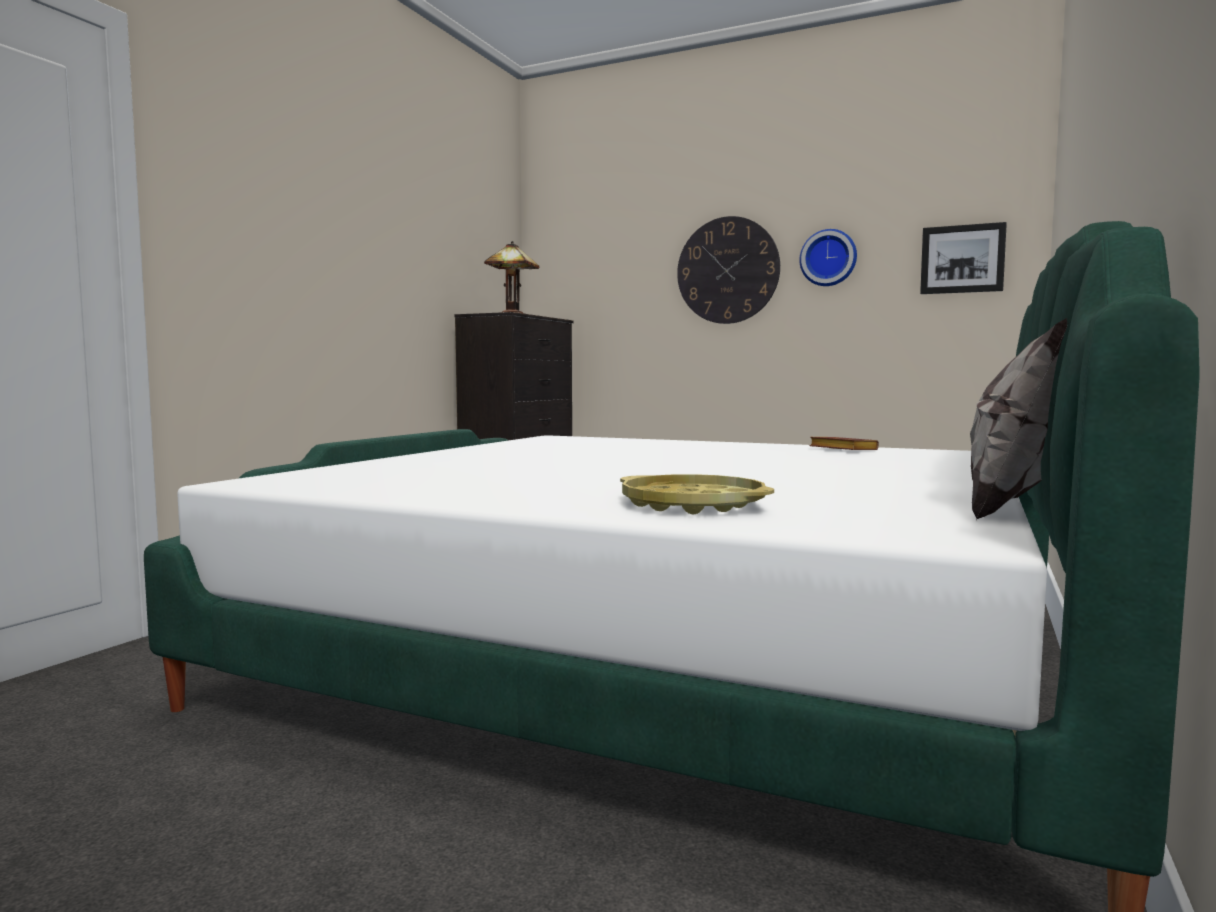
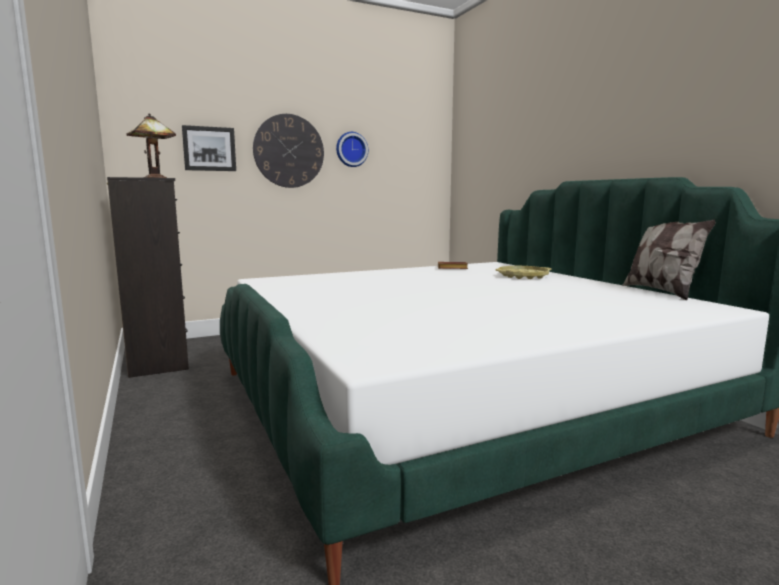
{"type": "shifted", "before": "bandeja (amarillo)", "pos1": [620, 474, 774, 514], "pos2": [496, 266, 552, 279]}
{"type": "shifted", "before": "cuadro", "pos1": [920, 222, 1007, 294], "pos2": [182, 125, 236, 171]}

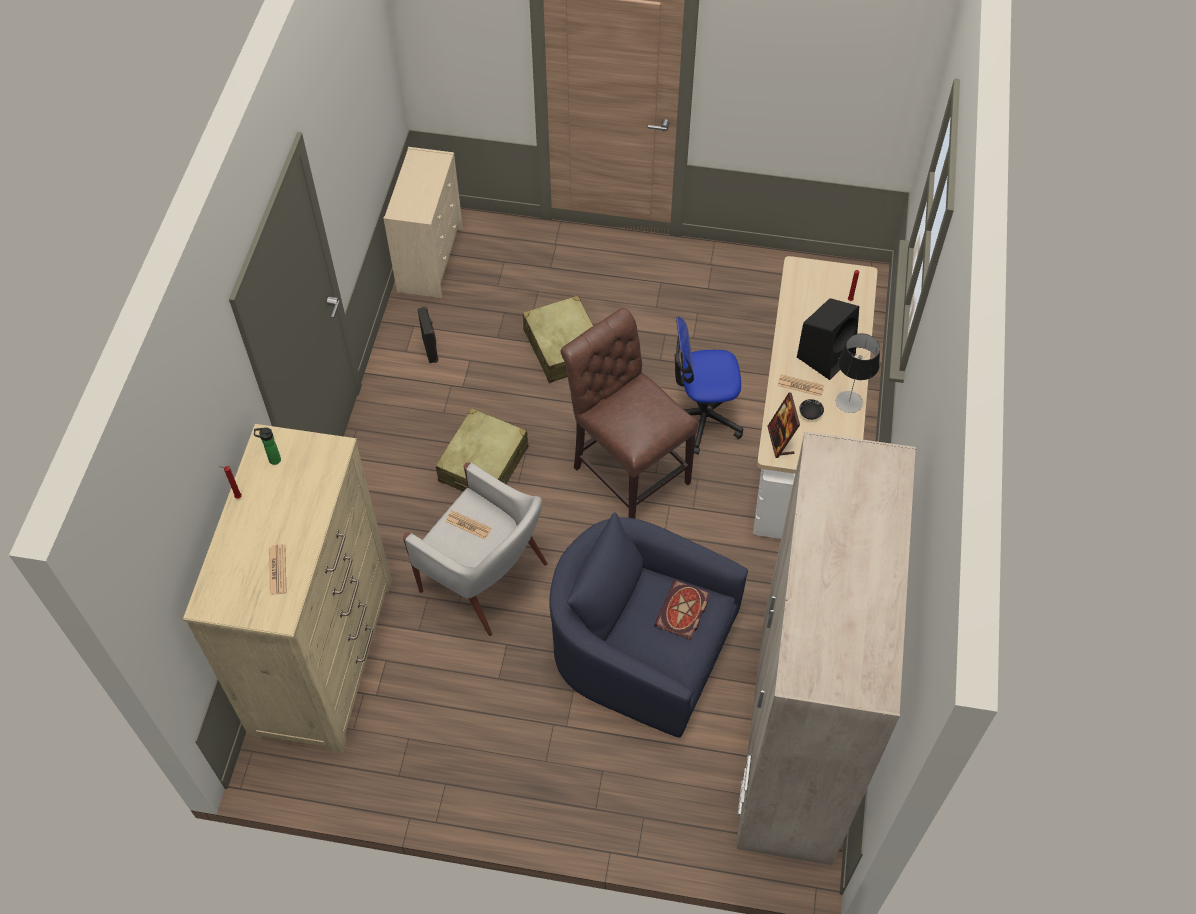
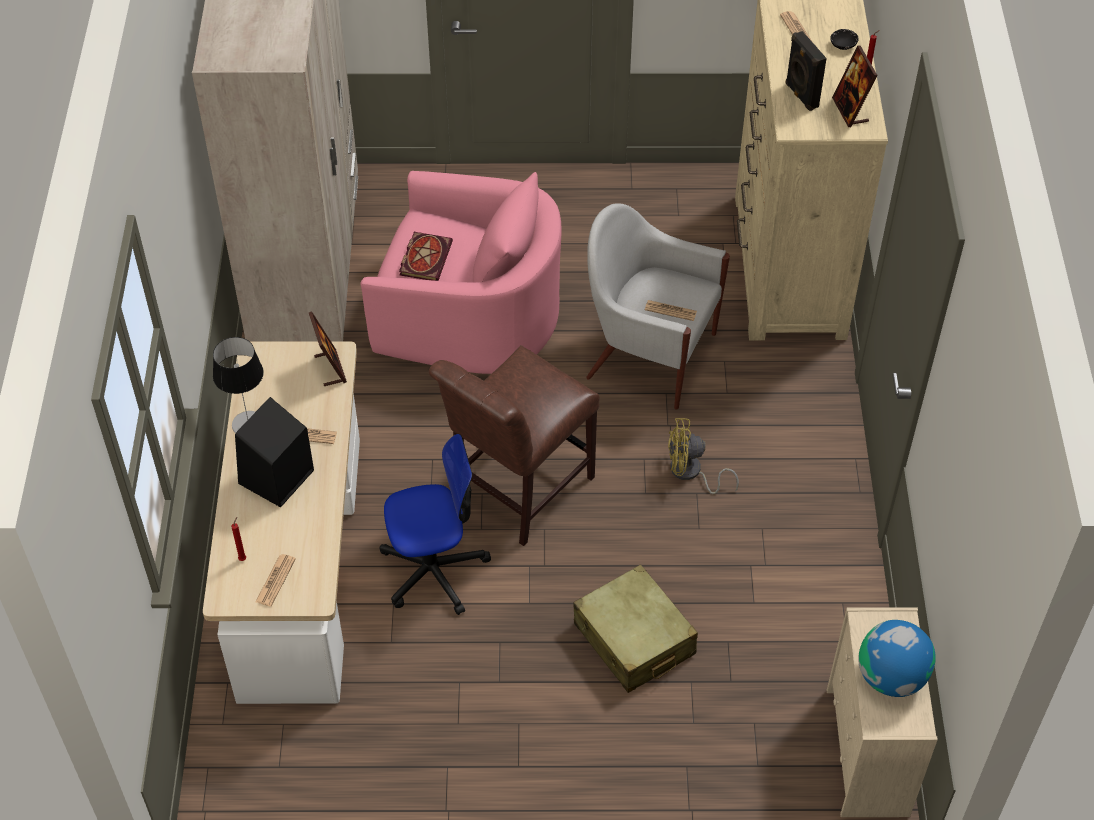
{"type": "new", "after": "periódico", "pos2": [255, 554, 296, 607]}
{"type": "new", "after": "globo terráqueo", "pos2": [858, 620, 936, 697]}
{"type": "shifted", "before": "altavoz (negro)", "pos1": [418, 306, 439, 363], "pos2": [785, 31, 827, 111]}
{"type": "shifted", "before": "cuenco (negro)", "pos1": [799, 399, 824, 420], "pos2": [830, 29, 858, 50]}
{"type": "swapped", "before": "botella", "after": "portarretratos", "pos1": [254, 427, 281, 465], "pos2": [832, 46, 877, 127]}
{"type": "swapped", "before": "maleta (beis)", "after": "ventilador (amarillo)", "pos1": [436, 408, 528, 491], "pos2": [668, 418, 739, 494]}
{"type": "repainted", "before": "sillón (azul)", "after": "sillón (rosa)", "pos1": [550, 512, 748, 738], "pos2": [360, 171, 562, 374]}
{"type": "rotated", "before": "silla (marrón)", "pos1": [561, 308, 699, 519], "pos2": [429, 345, 600, 546], "turn": 90}

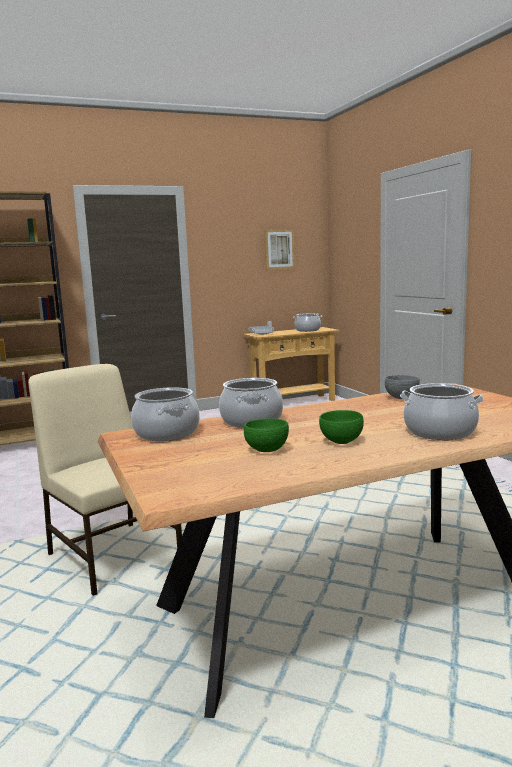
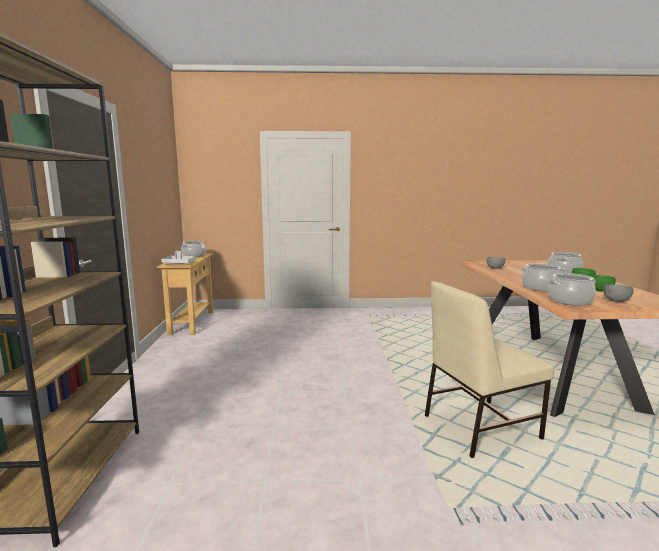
{"type": "gone", "before": "cuadro", "pos1": [264, 229, 295, 270]}
{"type": "new", "after": "cuenco (gris)", "pos2": [604, 284, 634, 302]}

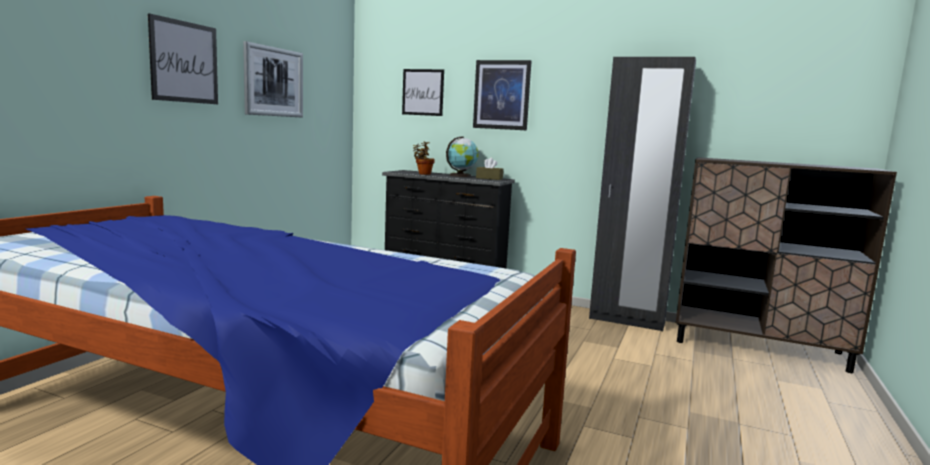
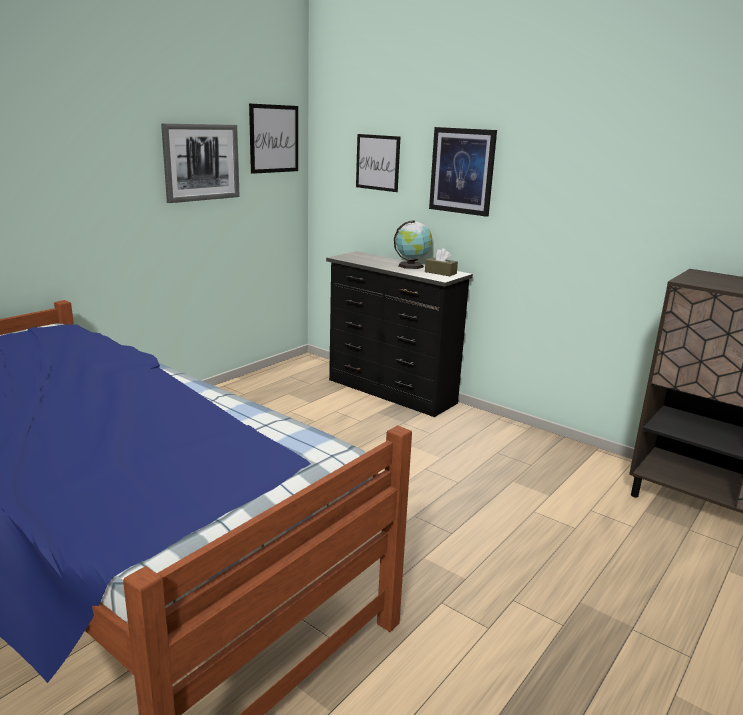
{"type": "gone", "before": "planta en maceta", "pos1": [413, 142, 435, 175]}
{"type": "gone", "before": "armario ropero (negro)", "pos1": [589, 57, 696, 331]}
{"type": "shifted", "before": "cuadro", "pos1": [148, 13, 218, 104], "pos2": [249, 104, 298, 174]}

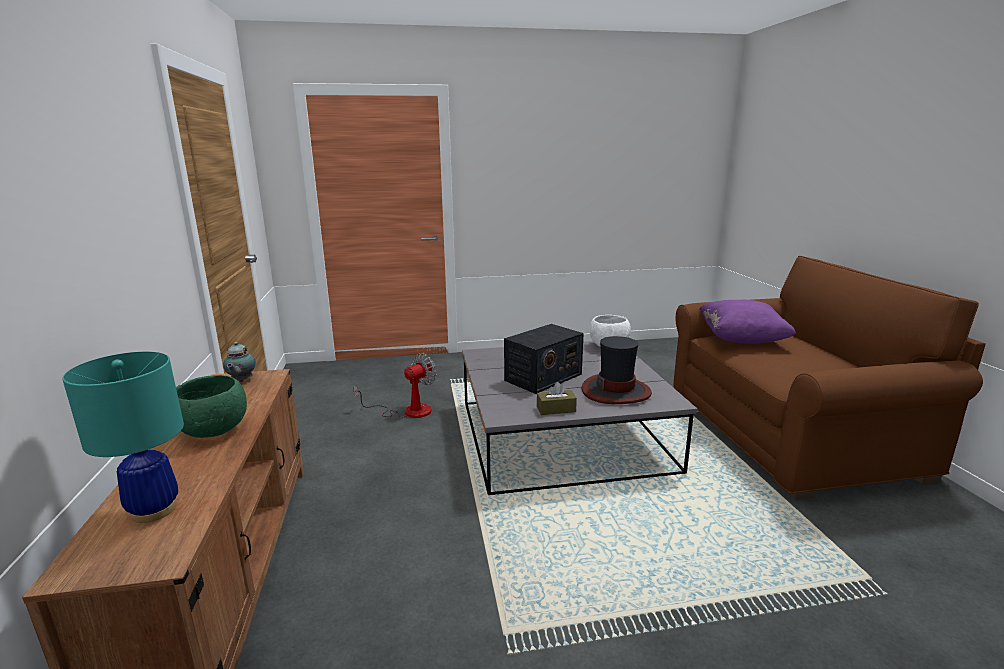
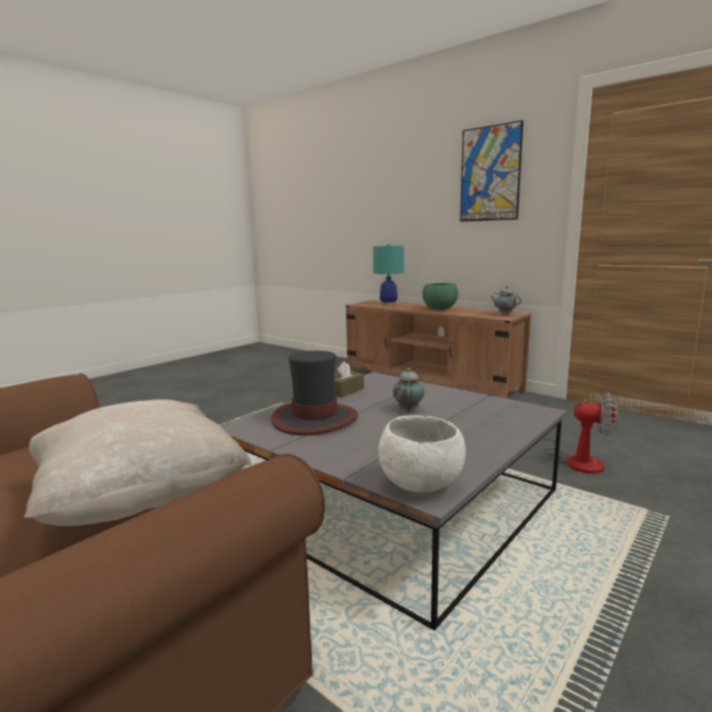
{"type": "new", "after": "cuadro", "pos2": [460, 120, 524, 222]}
{"type": "swapped", "before": "radio", "after": "tetera", "pos1": [504, 324, 584, 394], "pos2": [393, 368, 424, 411]}
{"type": "repainted", "before": "cojín (morado)", "after": "cojín (beis)", "pos1": [699, 300, 796, 344], "pos2": [24, 399, 252, 526]}
{"type": "rotated", "before": "ventilador", "pos1": [353, 353, 437, 418], "pos2": [543, 392, 617, 474], "turn": -75}

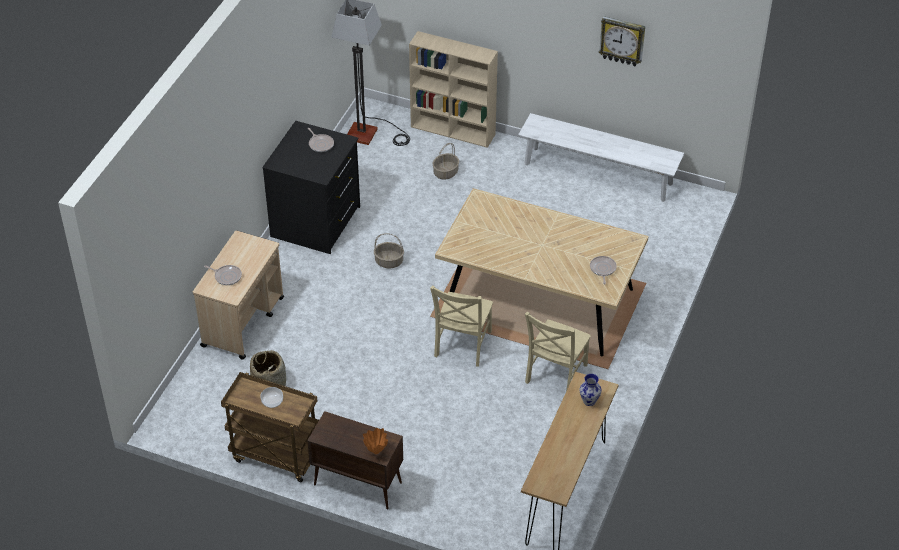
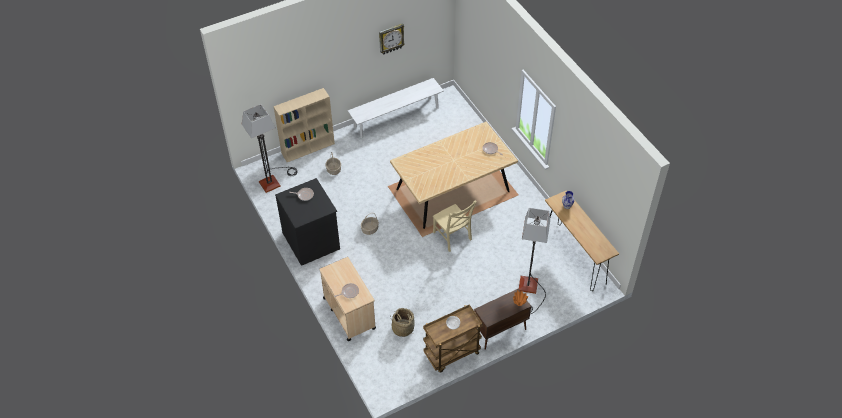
{"type": "gone", "before": "silla (beis)", "pos1": [525, 312, 591, 391]}
{"type": "new", "after": "lámpara de pie", "pos2": [519, 208, 550, 314]}

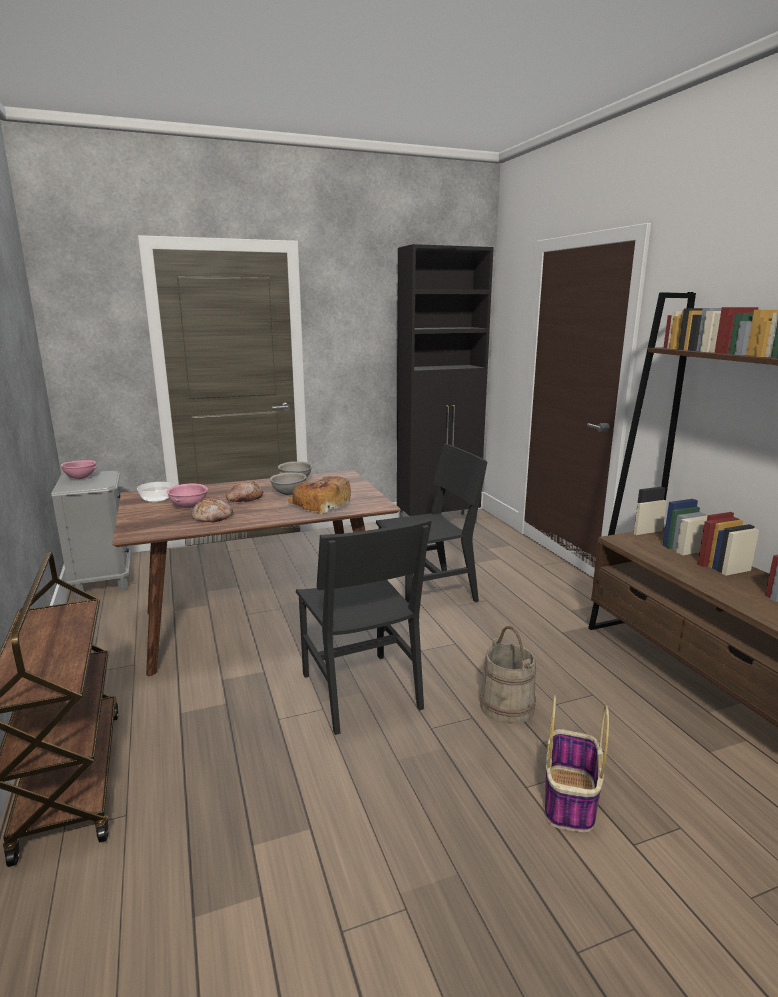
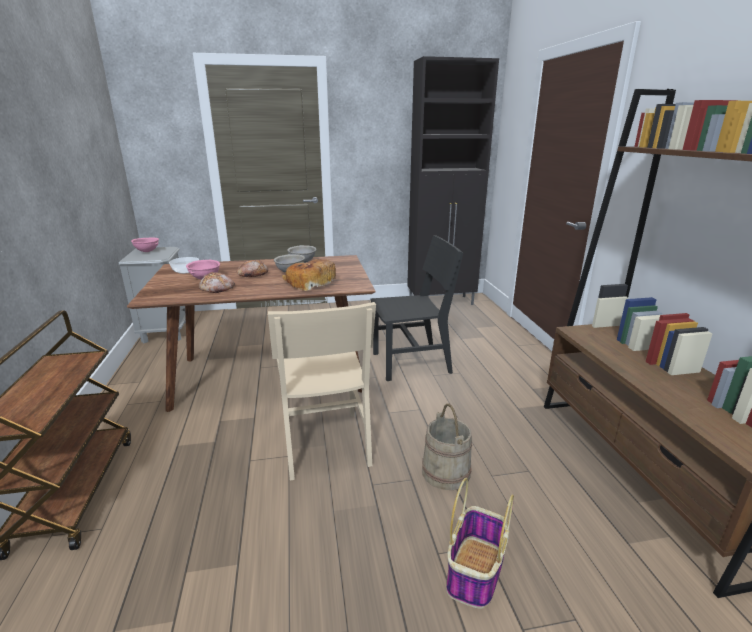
{"type": "repainted", "before": "silla (negro)", "after": "silla (beis)", "pos1": [296, 518, 432, 735], "pos2": [268, 302, 376, 480]}

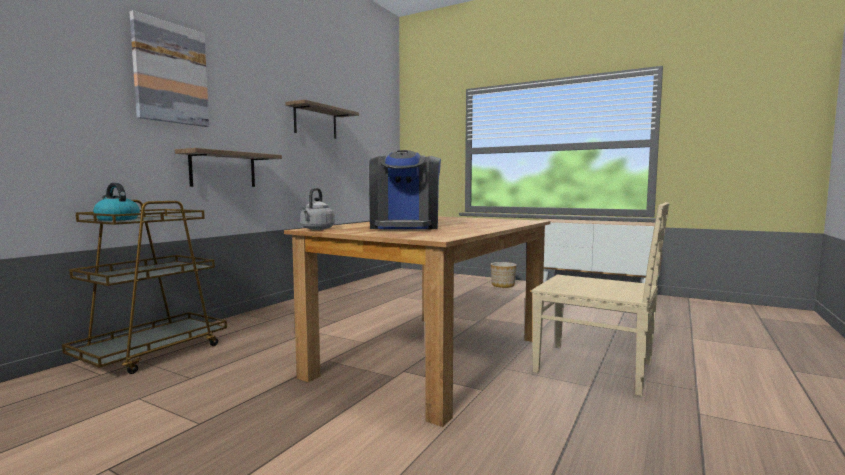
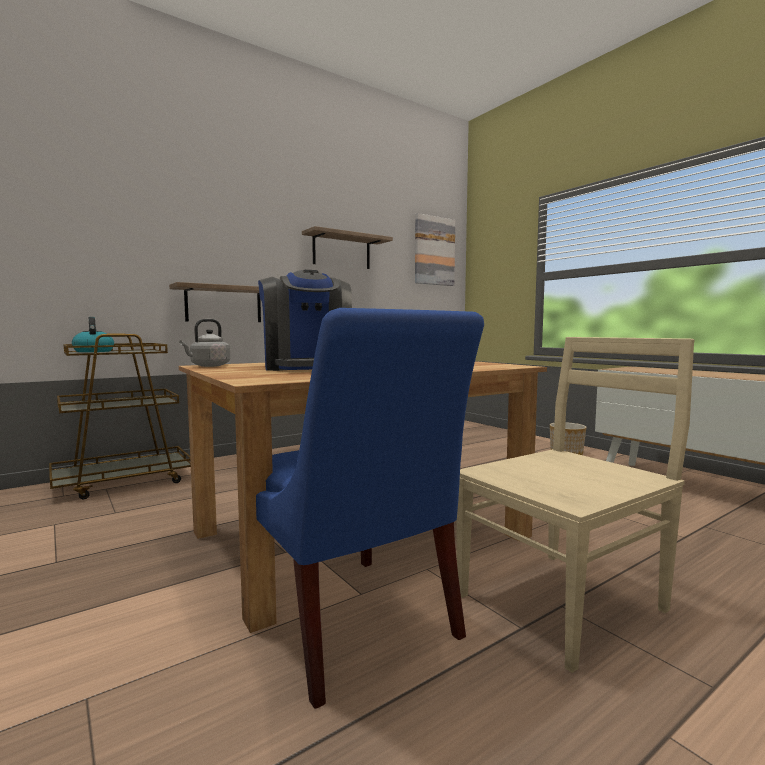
{"type": "new", "after": "silla (azul)", "pos2": [256, 308, 484, 709]}
{"type": "shifted", "before": "cuadro", "pos1": [129, 10, 209, 127], "pos2": [415, 213, 455, 286]}
{"type": "rotated", "before": "cafetera", "pos1": [369, 150, 441, 229], "pos2": [258, 270, 352, 371], "turn": -45}
{"type": "rotated", "before": "silla (beis)", "pos1": [532, 202, 670, 396], "pos2": [456, 337, 694, 673], "turn": -90}

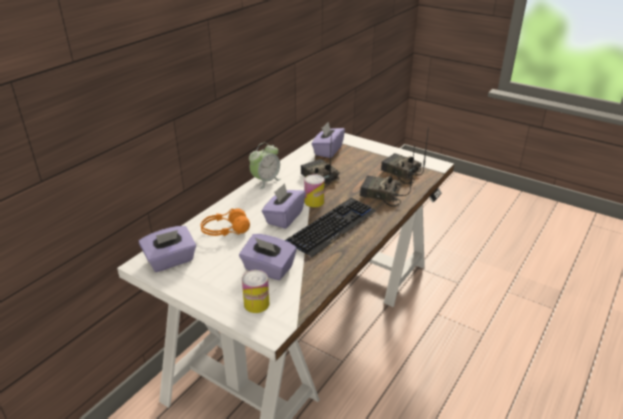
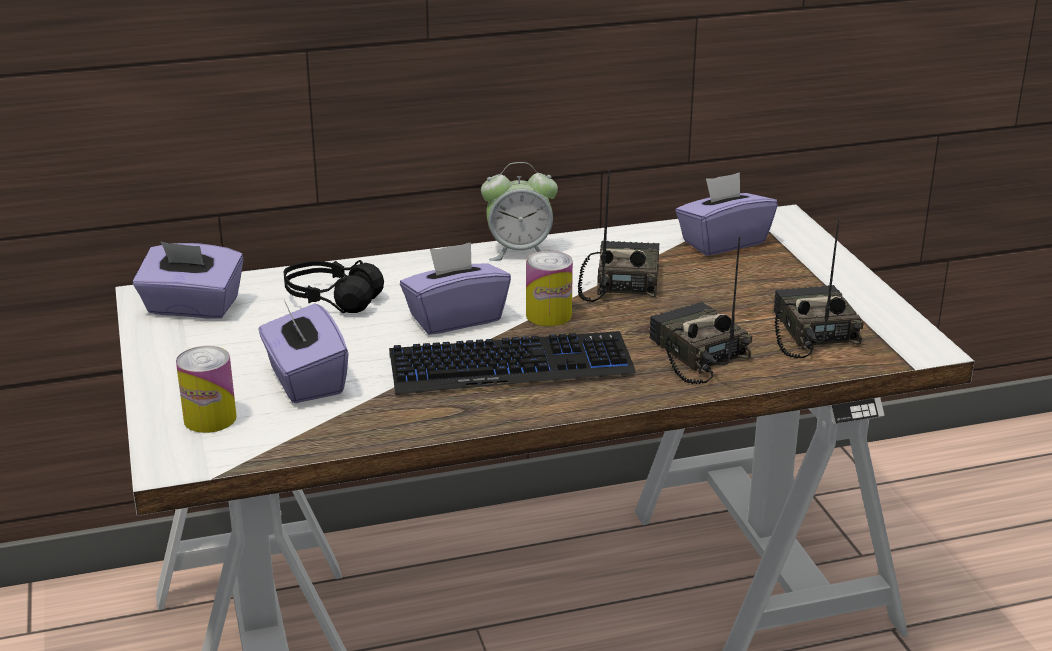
{"type": "repainted", "before": "auriculares (naranja)", "after": "auriculares (negro)", "pos1": [200, 208, 250, 237], "pos2": [284, 260, 384, 313]}

